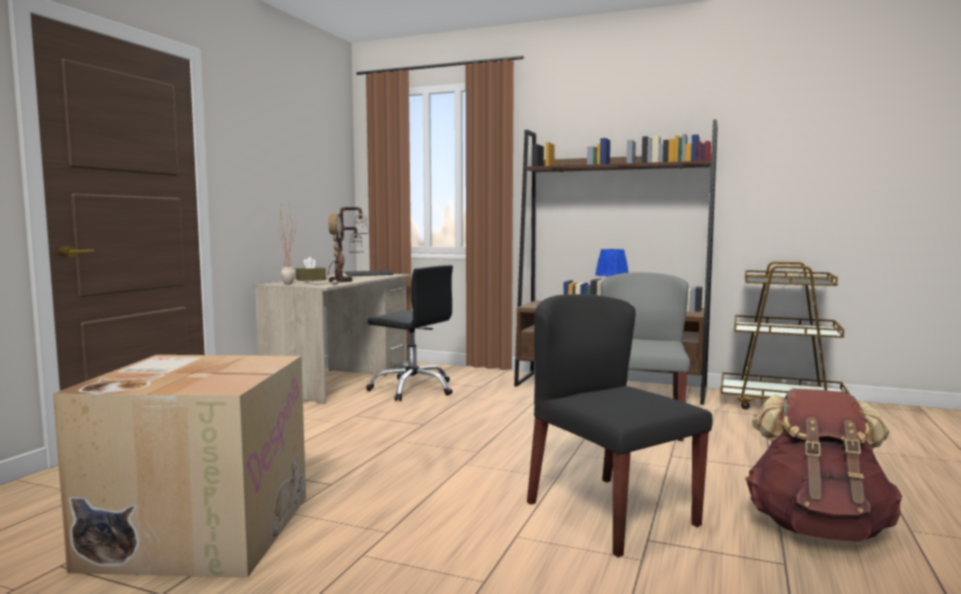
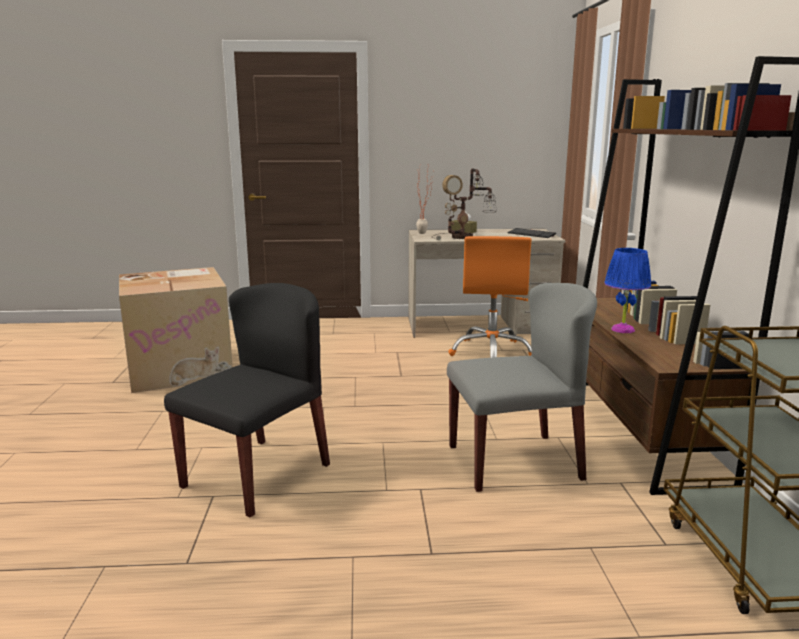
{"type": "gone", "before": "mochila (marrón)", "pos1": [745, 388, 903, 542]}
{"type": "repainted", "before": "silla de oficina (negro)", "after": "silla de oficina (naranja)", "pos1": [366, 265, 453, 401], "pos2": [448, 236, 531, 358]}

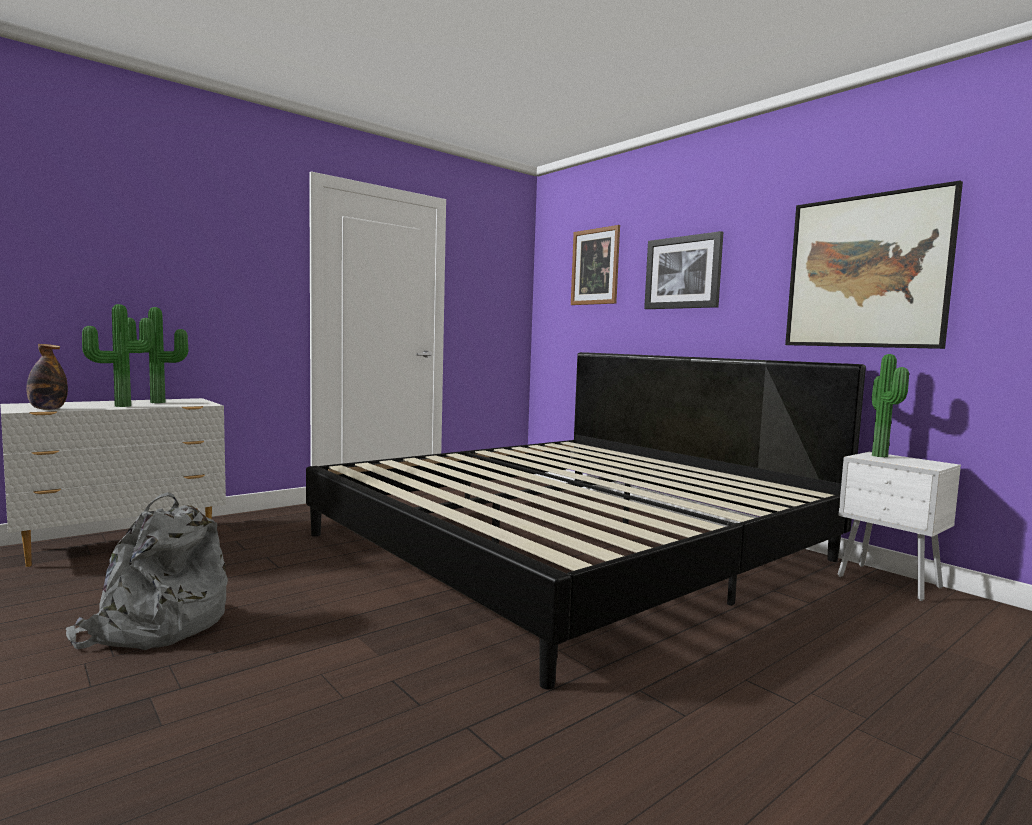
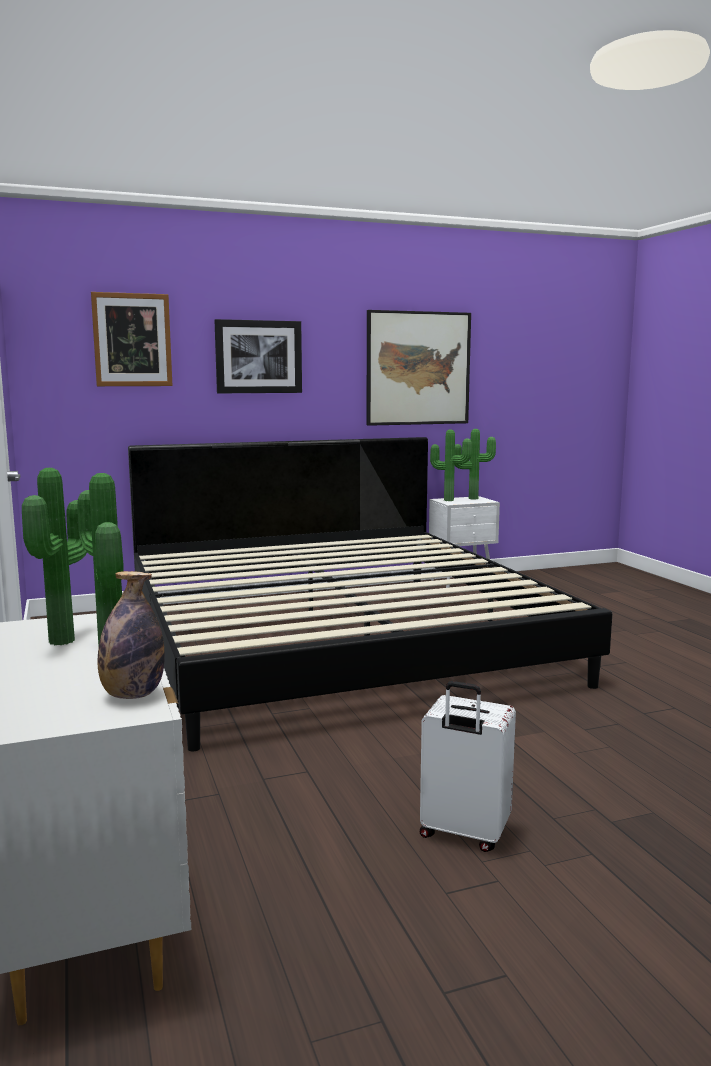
{"type": "new", "after": "planta en maceta", "pos2": [455, 429, 496, 500]}
{"type": "swapped", "before": "mochila (gris)", "after": "maleta (blanco)", "pos1": [66, 492, 228, 650], "pos2": [420, 681, 516, 852]}

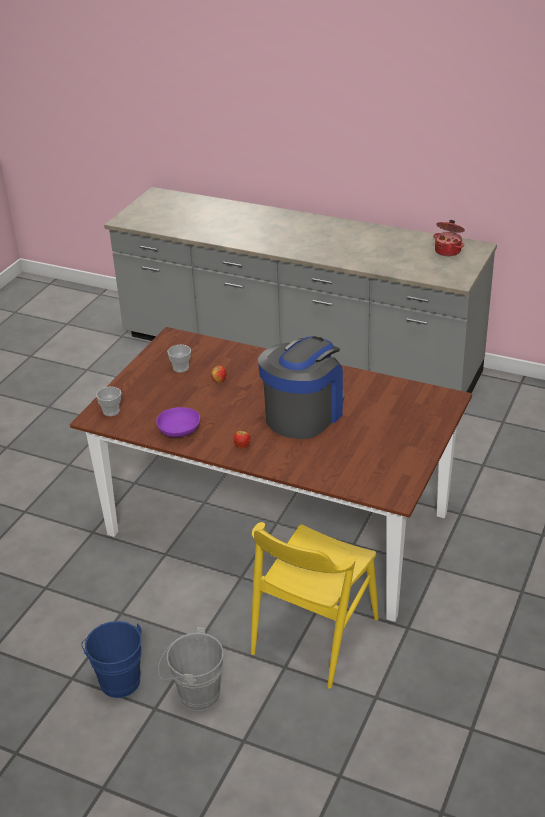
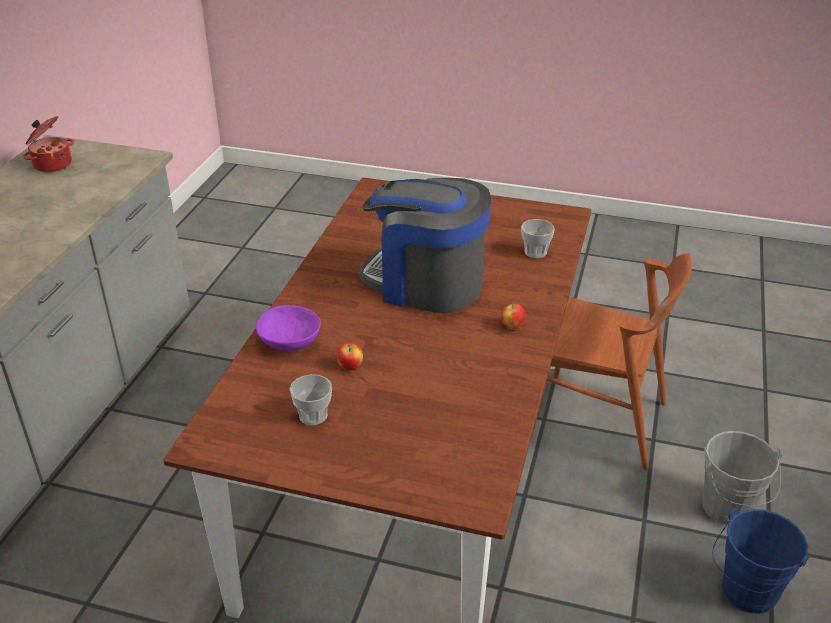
{"type": "shifted", "before": "taza", "pos1": [96, 387, 121, 416], "pos2": [521, 219, 555, 258]}
{"type": "shifted", "before": "cuenco (morado)", "pos1": [156, 407, 200, 437], "pos2": [256, 305, 321, 351]}
{"type": "repainted", "before": "silla (amarillo)", "after": "silla (marrón)", "pos1": [251, 522, 379, 689], "pos2": [531, 253, 692, 470]}

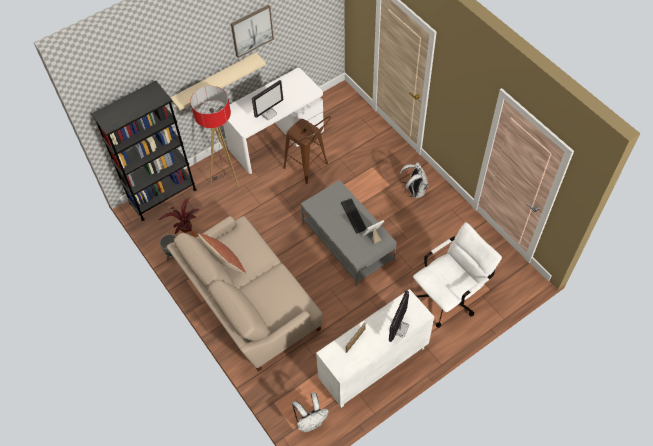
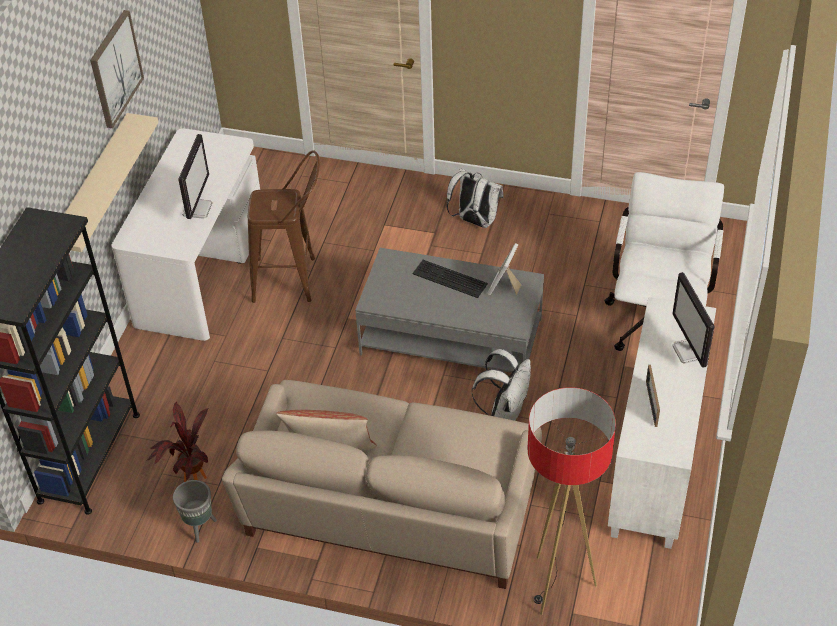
{"type": "shifted", "before": "lámpara de pie", "pos1": [190, 86, 239, 188], "pos2": [528, 387, 616, 615]}
{"type": "shifted", "before": "mochila (blanco)", "pos1": [292, 393, 329, 432], "pos2": [472, 349, 531, 421]}

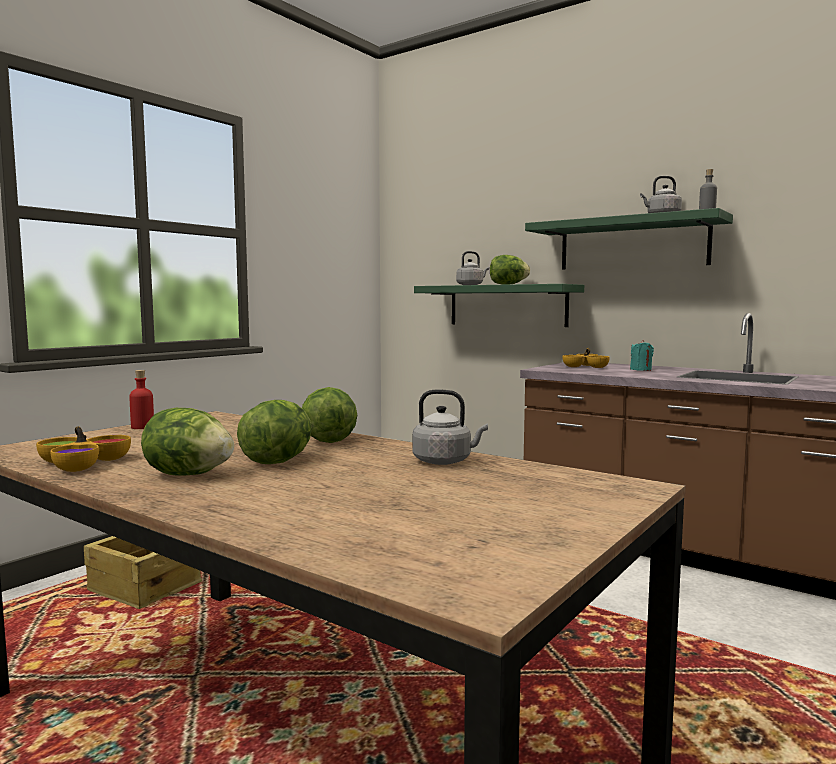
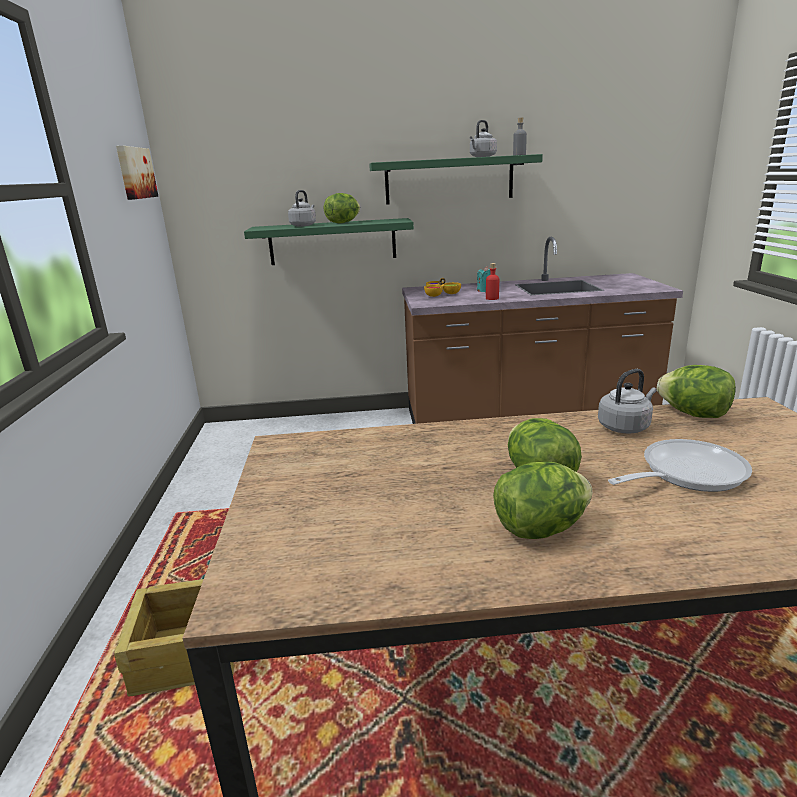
{"type": "gone", "before": "cuenco", "pos1": [36, 426, 131, 472]}
{"type": "new", "after": "cuadro", "pos2": [116, 146, 158, 200]}
{"type": "new", "after": "sartén", "pos2": [608, 439, 752, 492]}
{"type": "shifted", "before": "botella (rojo)", "pos1": [129, 370, 154, 429], "pos2": [486, 263, 499, 300]}
{"type": "shifted", "before": "lechuga", "pos1": [302, 387, 357, 443], "pos2": [657, 365, 736, 418]}

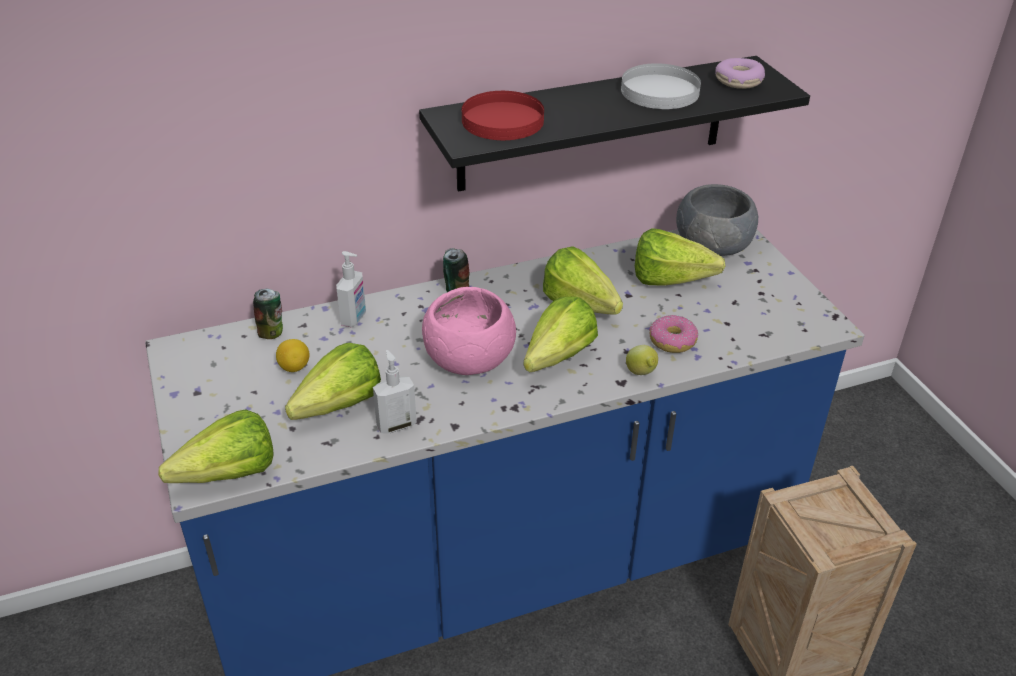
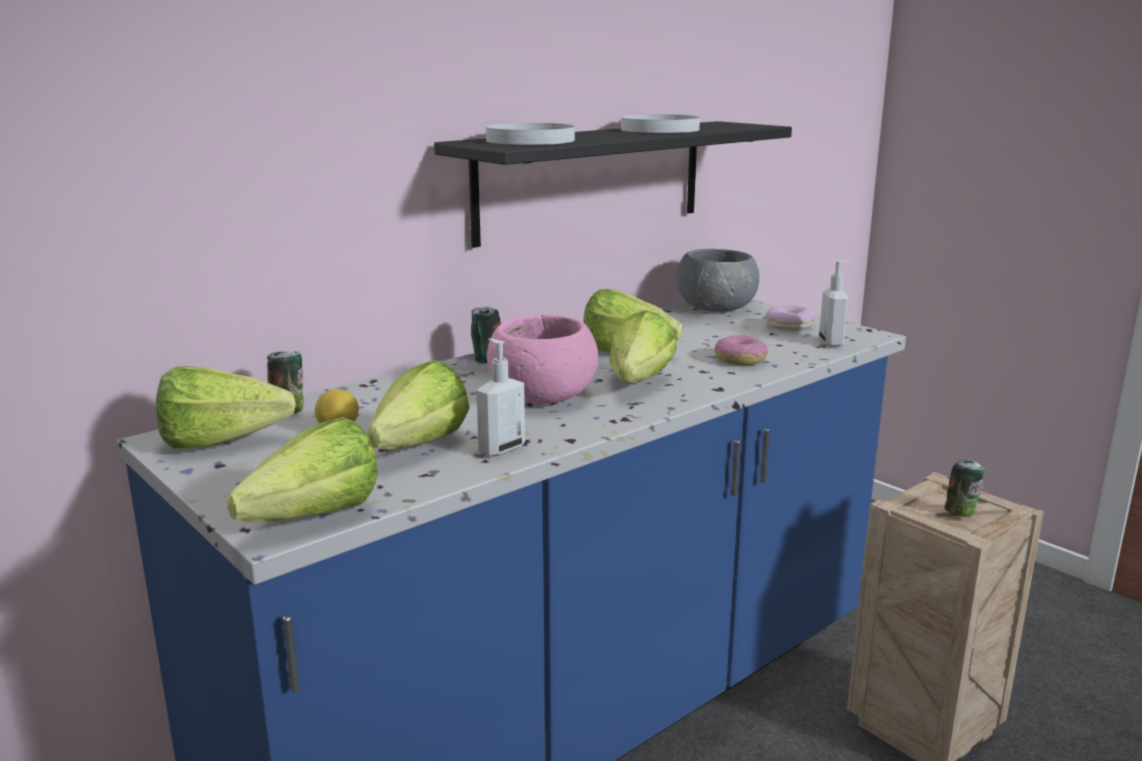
{"type": "gone", "before": "limón", "pos1": [626, 345, 658, 375]}
{"type": "new", "after": "lata", "pos2": [945, 460, 985, 517]}
{"type": "shifted", "before": "dispensador de jabón", "pos1": [336, 251, 366, 328], "pos2": [819, 260, 850, 347]}
{"type": "shifted", "before": "lechuga", "pos1": [635, 228, 725, 285], "pos2": [156, 366, 296, 449]}
{"type": "shifted", "before": "rosquilla", "pos1": [715, 58, 765, 89], "pos2": [765, 306, 814, 330]}
{"type": "repainted", "before": "plato (rojo)", "after": "plato (blanco)", "pos1": [462, 91, 544, 140], "pos2": [486, 123, 575, 145]}

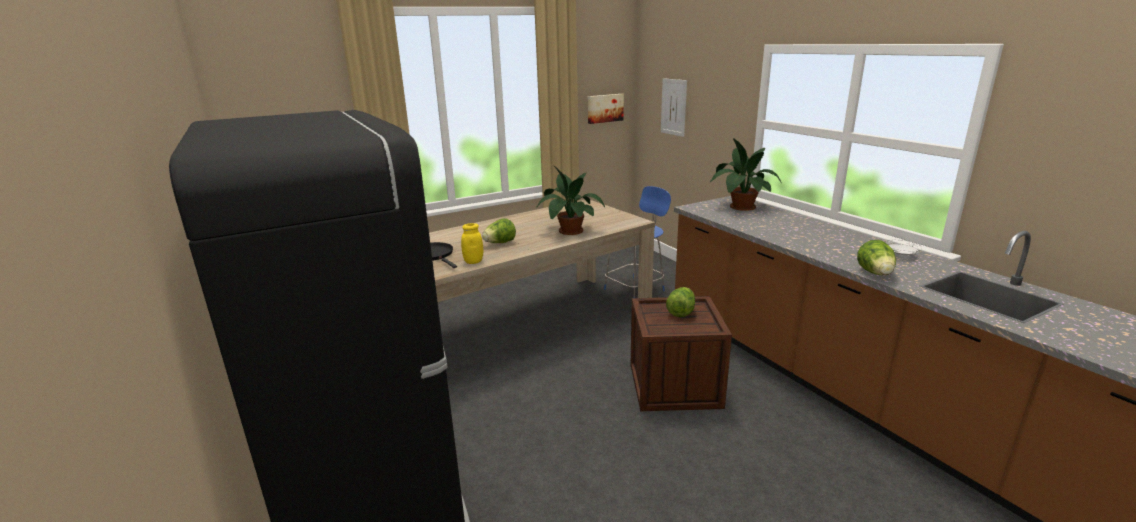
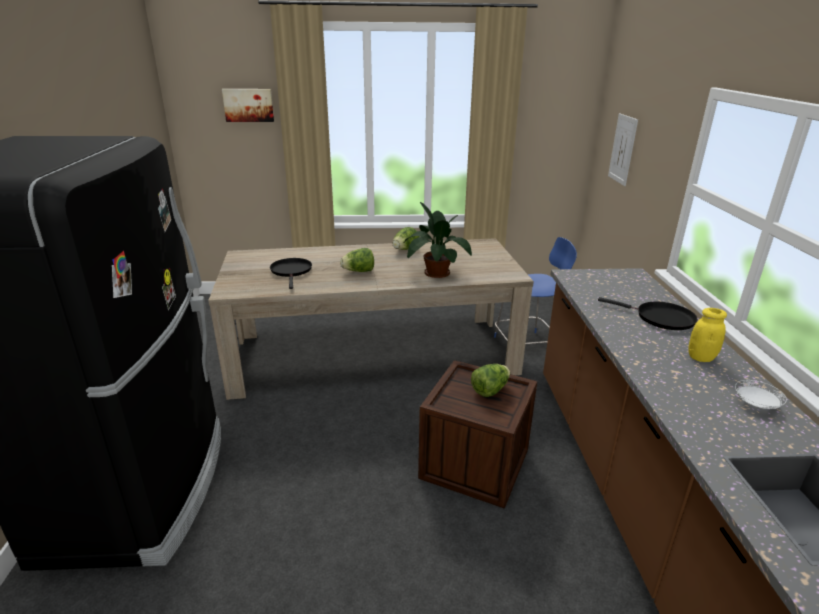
{"type": "gone", "before": "planta en maceta", "pos1": [710, 138, 782, 211]}
{"type": "new", "after": "sartén (negro)", "pos2": [598, 297, 698, 330]}
{"type": "shifted", "before": "tarro (amarillo)", "pos1": [461, 223, 483, 264], "pos2": [689, 308, 727, 362]}
{"type": "shifted", "before": "cuadro", "pos1": [588, 94, 624, 124], "pos2": [222, 89, 274, 122]}
{"type": "shifted", "before": "lechuga", "pos1": [857, 240, 896, 275], "pos2": [392, 227, 419, 250]}

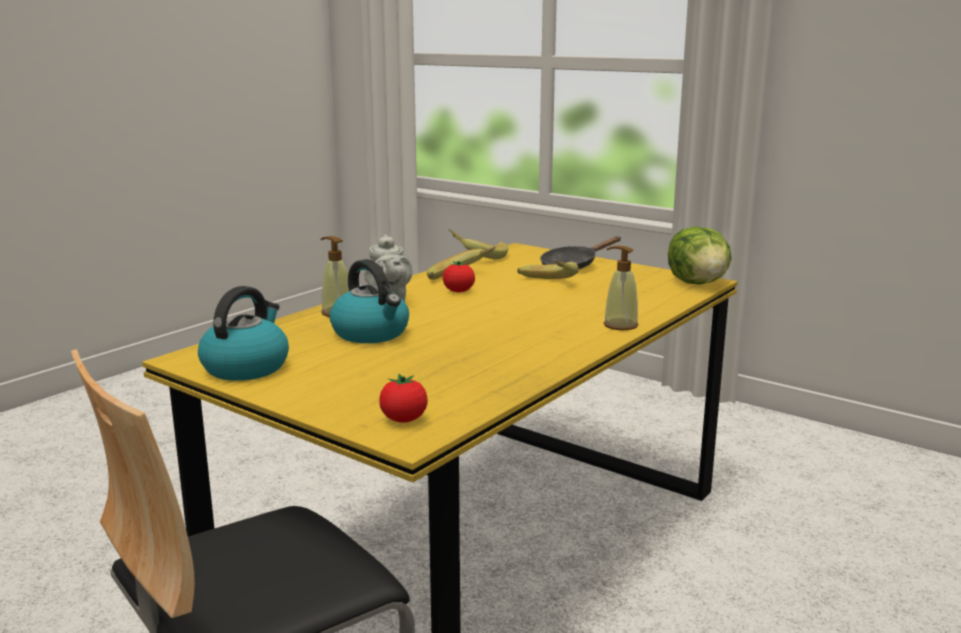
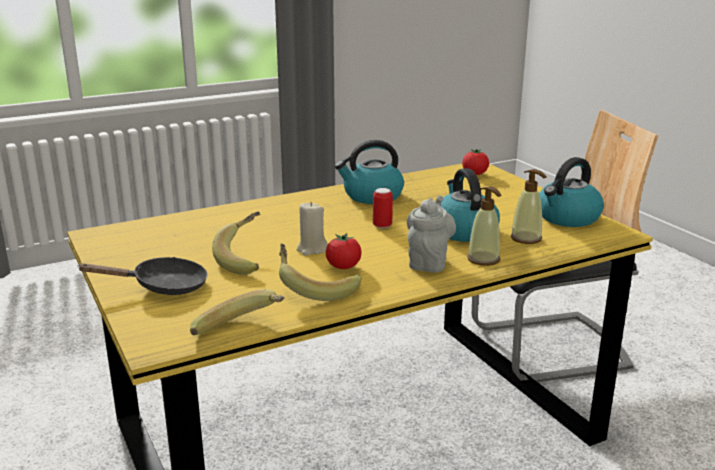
{"type": "gone", "before": "lechuga", "pos1": [668, 227, 732, 285]}
{"type": "new", "after": "vela (beis)", "pos2": [297, 202, 328, 256]}
{"type": "new", "after": "hervidor", "pos2": [335, 140, 404, 204]}
{"type": "new", "after": "lata", "pos2": [373, 188, 393, 228]}
{"type": "shifted", "before": "dispensador de jabón", "pos1": [604, 246, 638, 330], "pos2": [511, 169, 547, 244]}

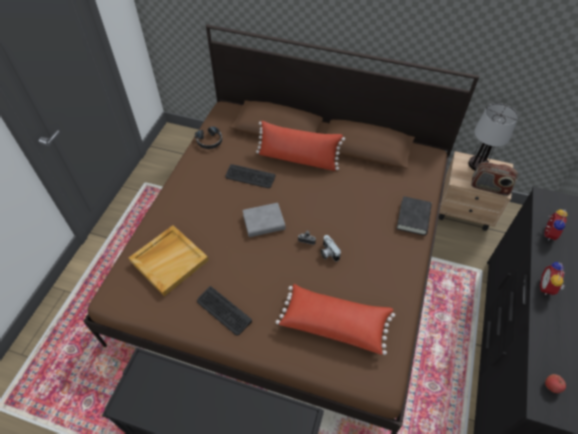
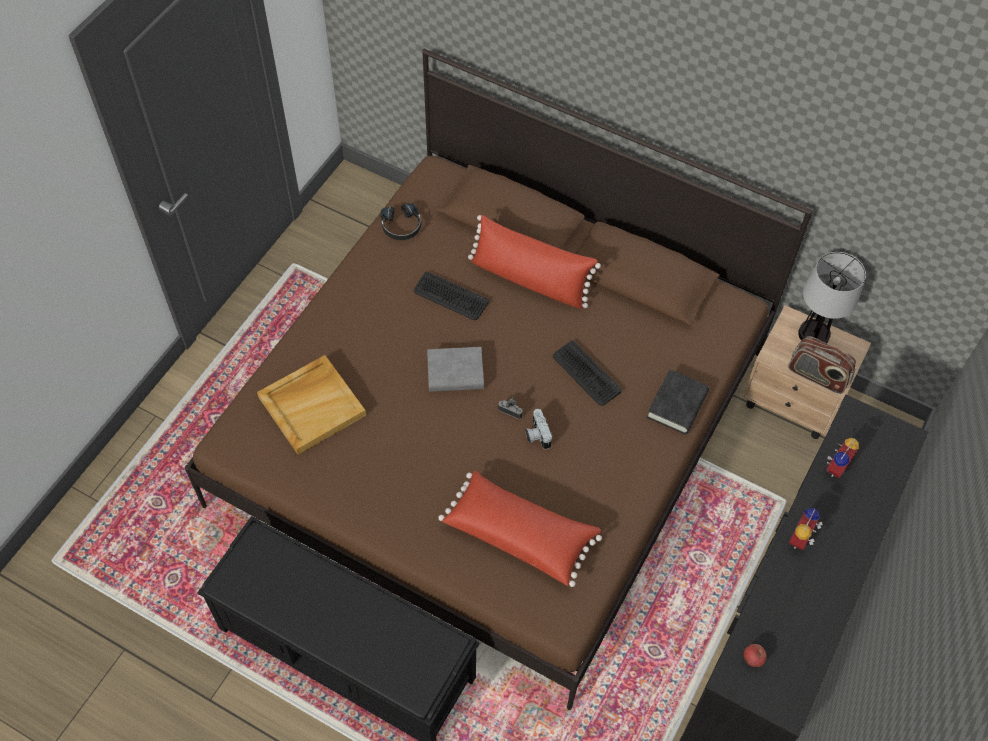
{"type": "shifted", "before": "teclado", "pos1": [197, 286, 252, 335], "pos2": [553, 340, 622, 406]}

